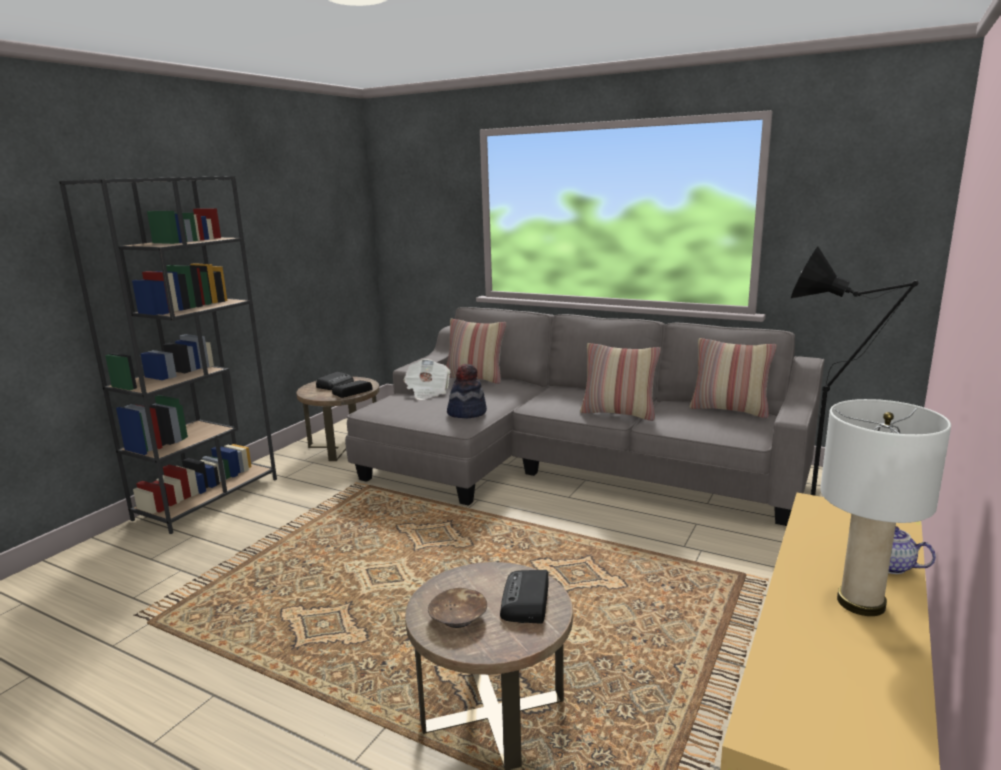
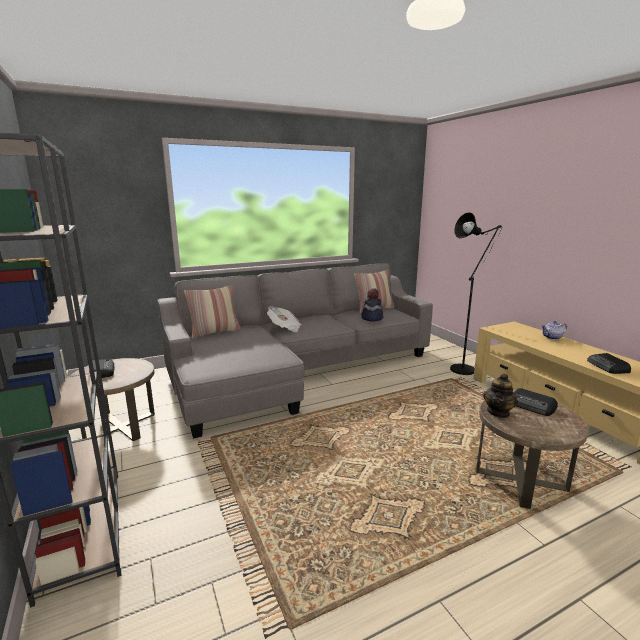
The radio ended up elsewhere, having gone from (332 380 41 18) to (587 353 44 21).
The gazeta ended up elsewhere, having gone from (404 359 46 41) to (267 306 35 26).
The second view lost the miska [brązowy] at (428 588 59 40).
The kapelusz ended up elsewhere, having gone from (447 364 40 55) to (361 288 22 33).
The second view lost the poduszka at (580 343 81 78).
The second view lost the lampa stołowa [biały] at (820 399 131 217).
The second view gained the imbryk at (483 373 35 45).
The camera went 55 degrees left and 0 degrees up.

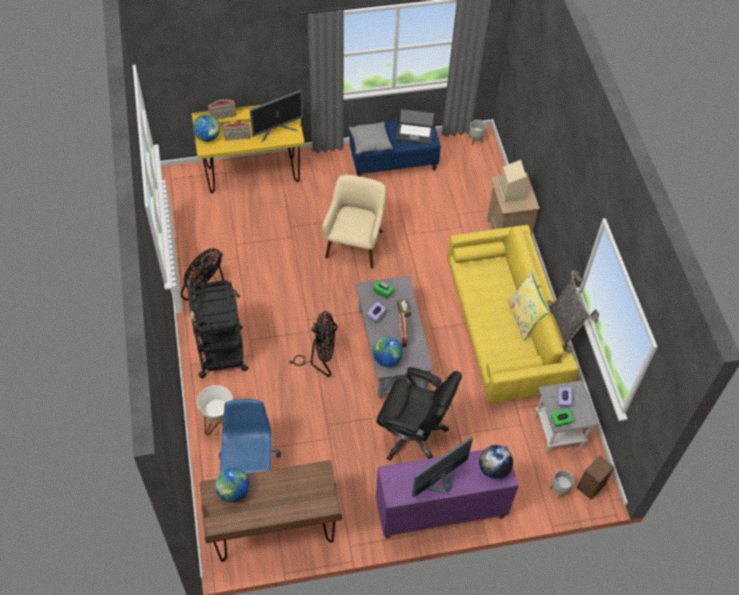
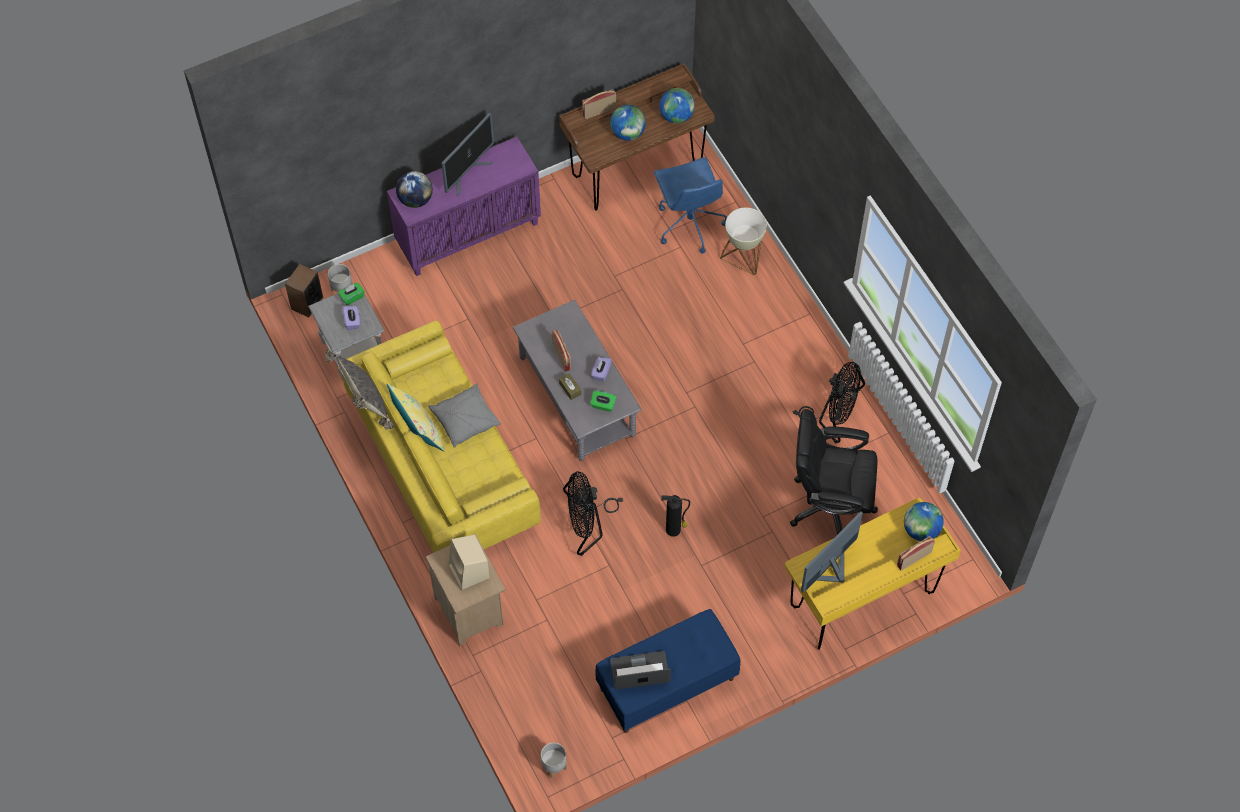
The second view lost the wózek [czarny] at (187 280 61 98).
The radio ended up elsewhere, having gone from (223 121 28 20) to (582 89 35 30).
The wentylator [czarny] ended up elsewhere, having gone from (288 311 49 66) to (563 471 61 85).
Where the fotel [beżowy] stood at (322 175 64 93), the gaśnica came to stand at (661 495 29 42).
The poduszka [szary] ended up elsewhere, having gone from (349 122 44 32) to (428 384 73 64).
The globus ended up elsewhere, having gone from (373 337 30 30) to (610 105 36 36).
The krzesło biurowe [czarny] ended up elsewhere, having gone from (377 367 85 93) to (790 409 88 126).
The camera went 165 degrees right and 5 degrees up.

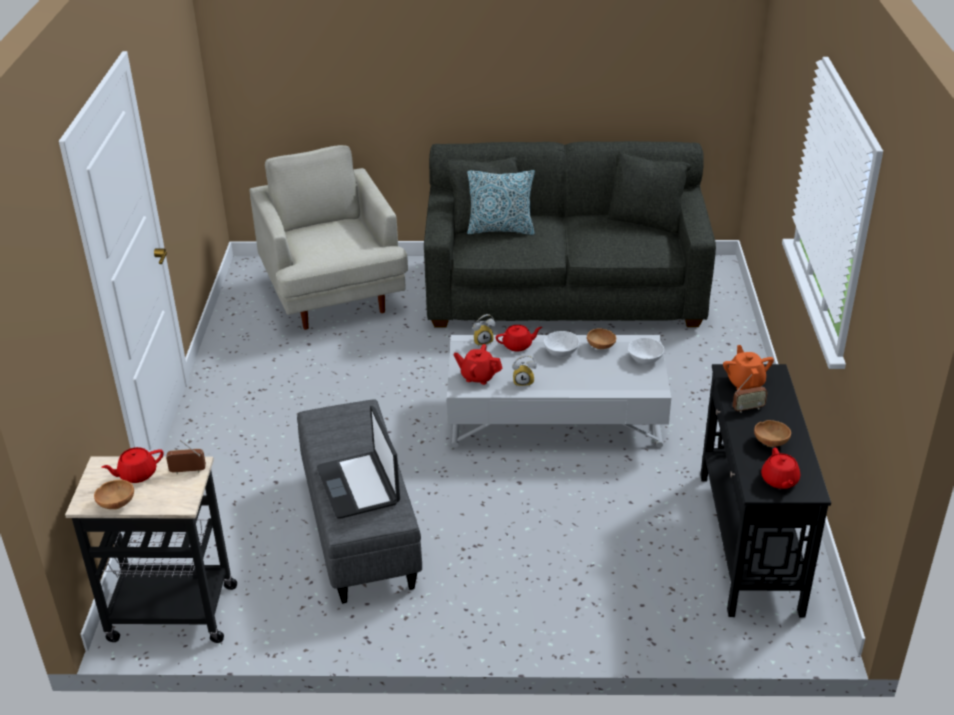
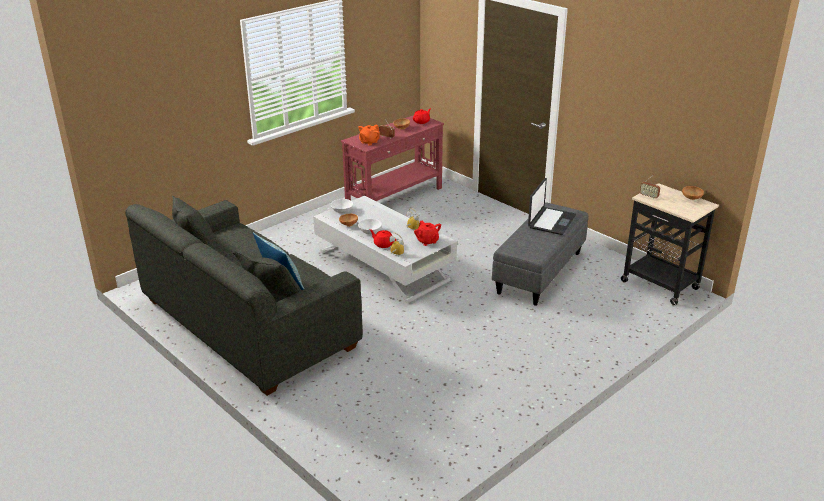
The second view lost the imbryk [czerwony] at (101 447 63 36).
The second view lost the fotel [beżowy] at (249 145 159 185).
What was the stolik konsolowy [czarny] at (700 364 131 253) turned into the stolik konsolowy [czerwony] at (341 115 103 86).
The camera went 135 degrees left and 5 degrees down.

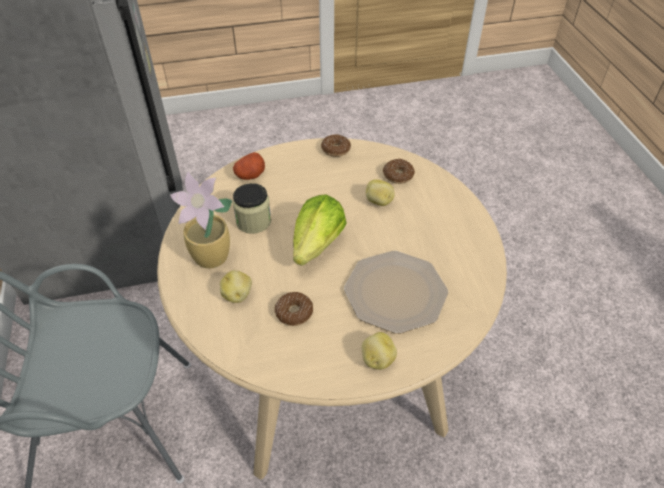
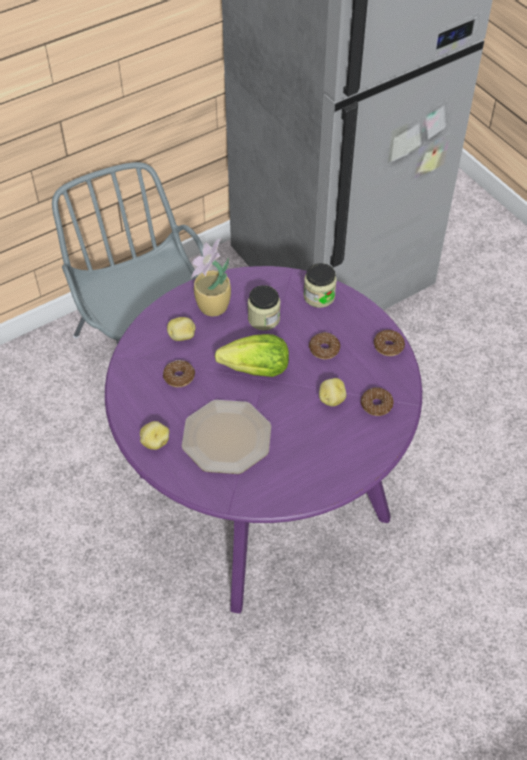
What was the stół jadalny [beżowy] at (157 138 350 342) turned into the stół jadalny [fioletowy] at (105 266 317 347).
Where the ziemniak stood at (233 152 32 28), the słoik came to stand at (304 263 33 45).
The second view gained the donut at (309 332 31 27).
The camera went 70 degrees right and 5 degrees up.

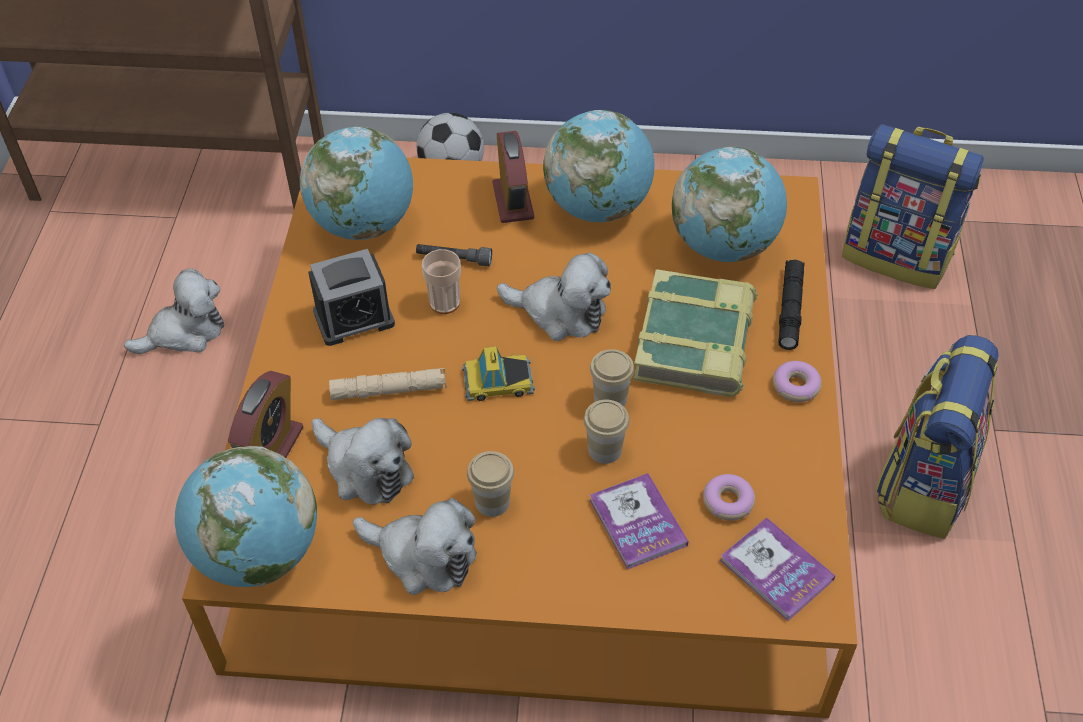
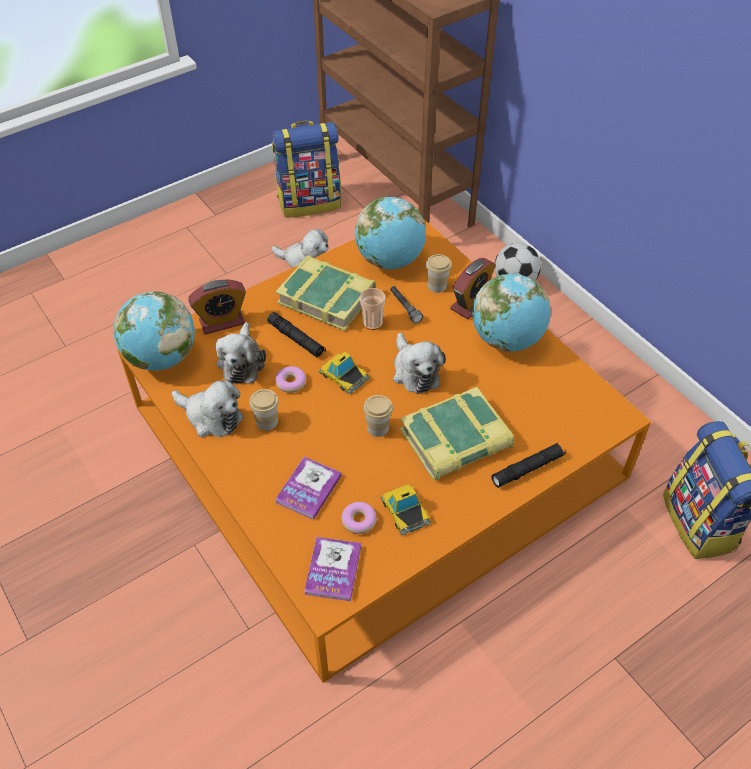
Where the budzik stood at (308 249 87 97), the książka came to stand at (276 255 100 76).
What was the latarka [beżowy] at (329 368 118 32) turned into the latarka [czarny] at (267 312 59 46).
The pluszak at (353 498 124 97) ended up facing another way, 45 degrees counterclockwise from before.
The filiżanka ended up elsewhere, having gone from (584 400 45 64) to (426 254 26 39).
The second view lost the globus at (672 147 115 115).
The donut ended up elsewhere, having gone from (773 361 49 41) to (275 366 31 27).
The plecak ended up elsewhere, having gone from (875 335 124 204) to (272 121 69 97).
The second view gained the samochodzik at (380 484 51 51).
The camera went 50 degrees right and 0 degrees up.

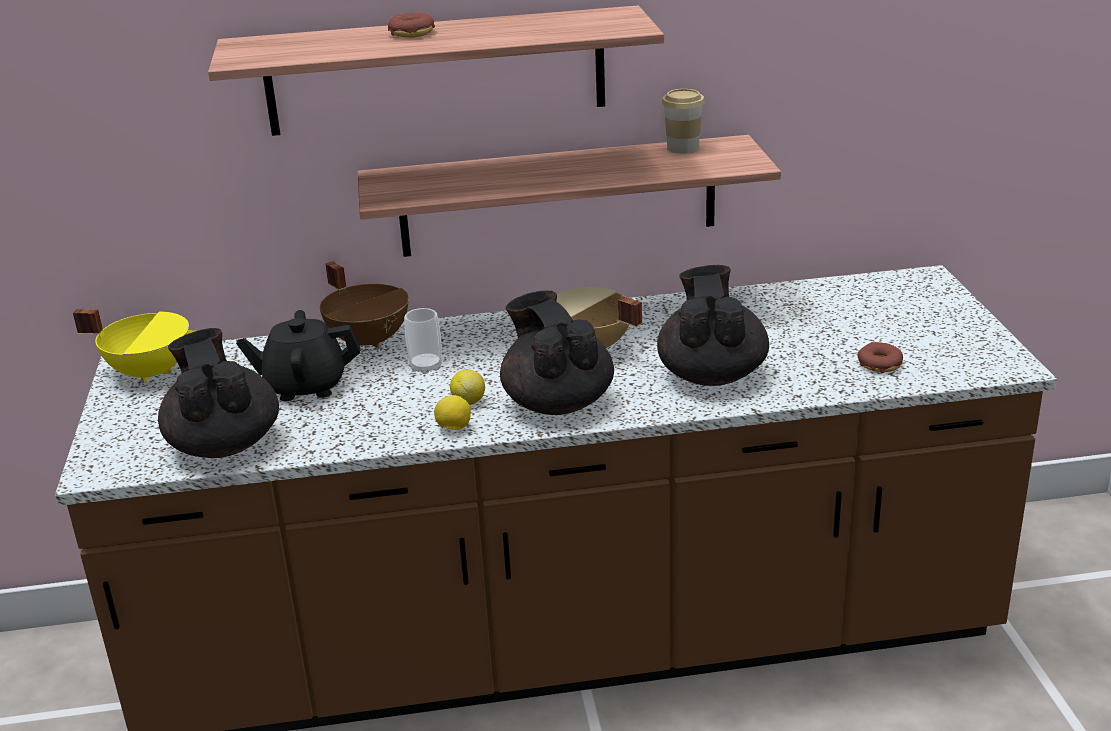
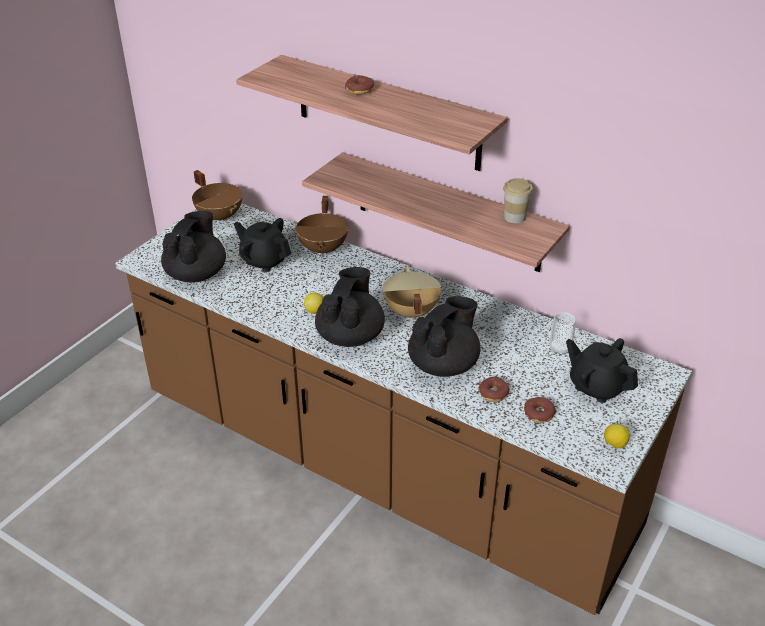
What was the garnek [żółty] at (73 309 122 74) turned into the garnek [brązowy] at (192 170 51 52).
The filiżanka ended up elsewhere, having gone from (404 308 38 66) to (550 312 26 42).
The cytryna ended up elsewhere, having gone from (434 395 37 35) to (604 424 26 25).
The second view gained the donut at (479 377 31 25).
The second view gained the imbryk [czarny] at (566 338 72 65).
The camera went 40 degrees right and 10 degrees up.

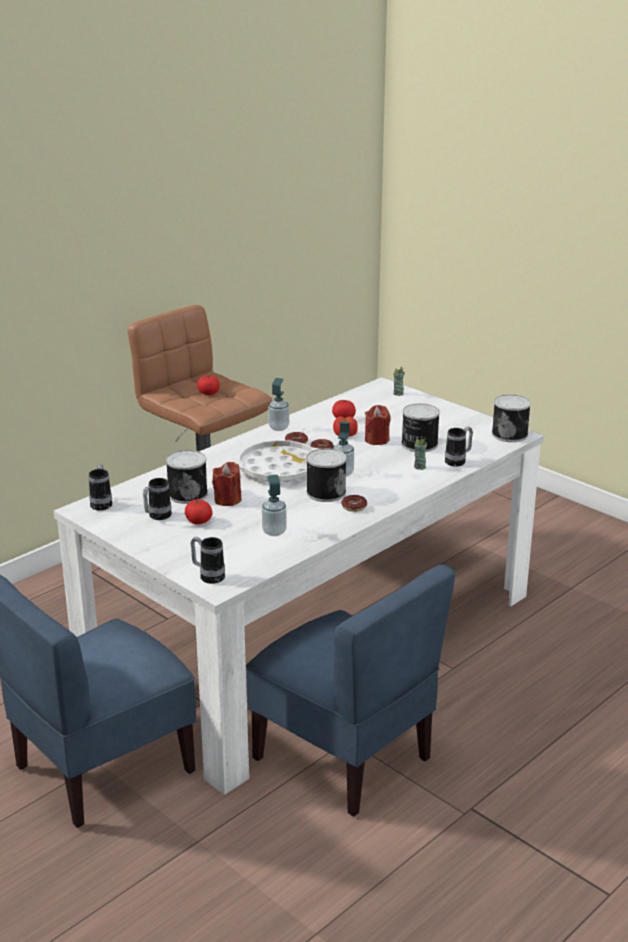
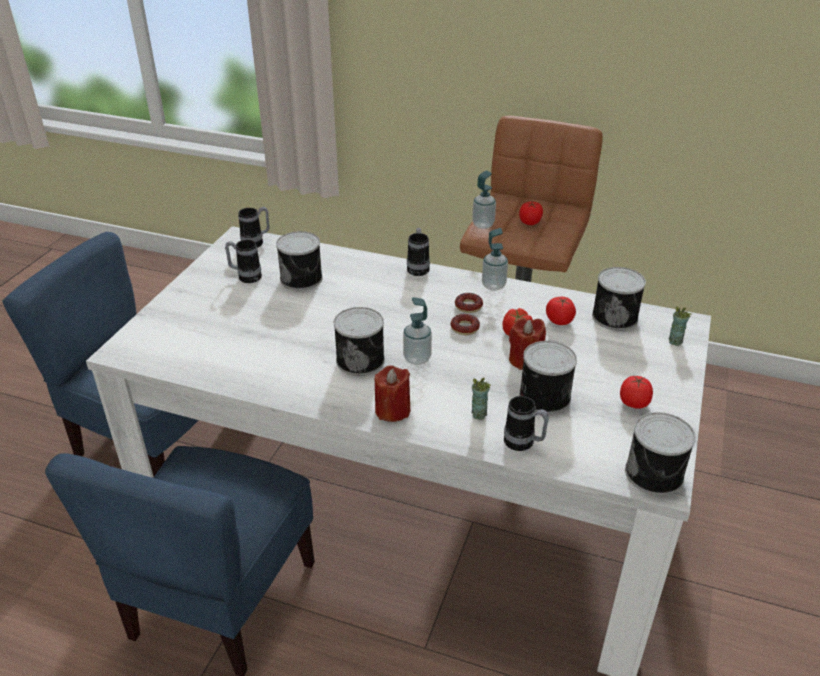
The pomidor ended up elsewhere, having gone from (185 499 27 25) to (620 376 33 33).
The kubek ended up elsewhere, having gone from (191 537 34 47) to (407 228 23 48).
The świeca [czerwony] ended up elsewhere, having gone from (212 462 30 44) to (375 366 36 56).
The second view lost the taca [biały] at (231 440 88 42).
The dozownik mydła ended up elsewhere, having gone from (262 475 25 61) to (472 170 24 59).
The second view lost the donut at (341 495 26 17).
The second view gained the puszka at (592 267 54 64).
The camera went 65 degrees right and 10 degrees up.

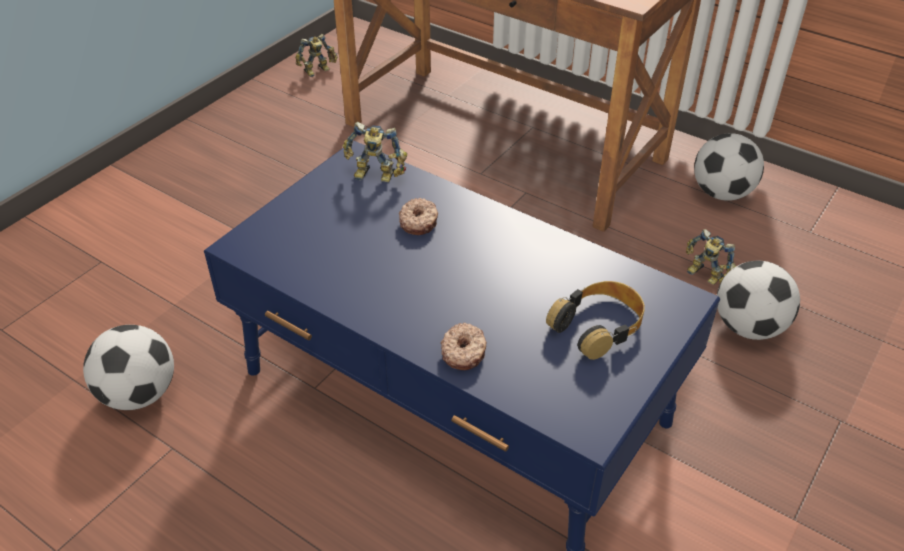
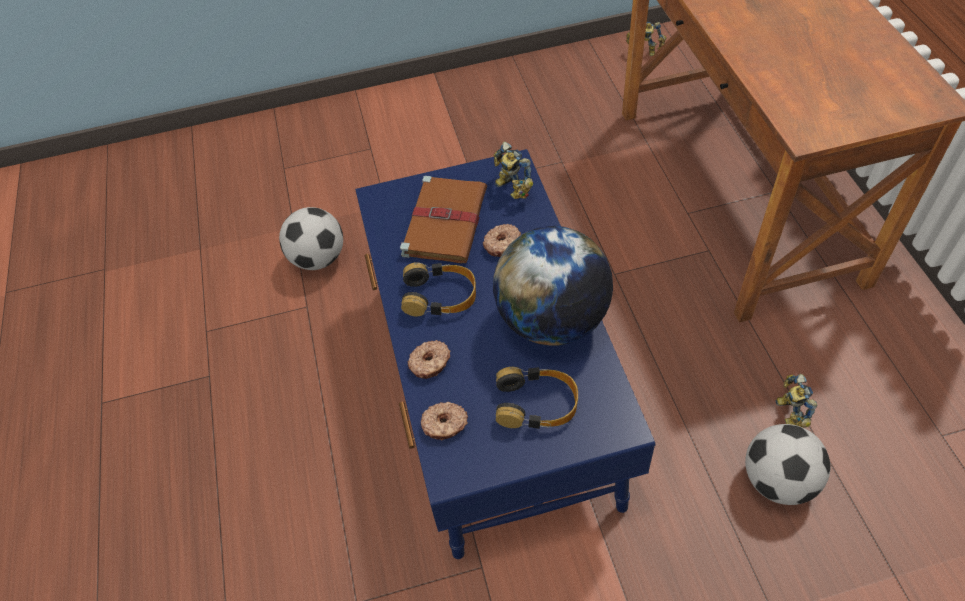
The second view lost the piłka futbolowa at (694 133 70 68).
The second view gained the książka [brązowy] at (400 176 87 87).
The second view gained the słuchawki at (401 262 75 55).
The second view gained the donut at (421 402 47 38).
The second view gained the globus at (493 226 120 120).
The camera went 45 degrees right and 10 degrees up.

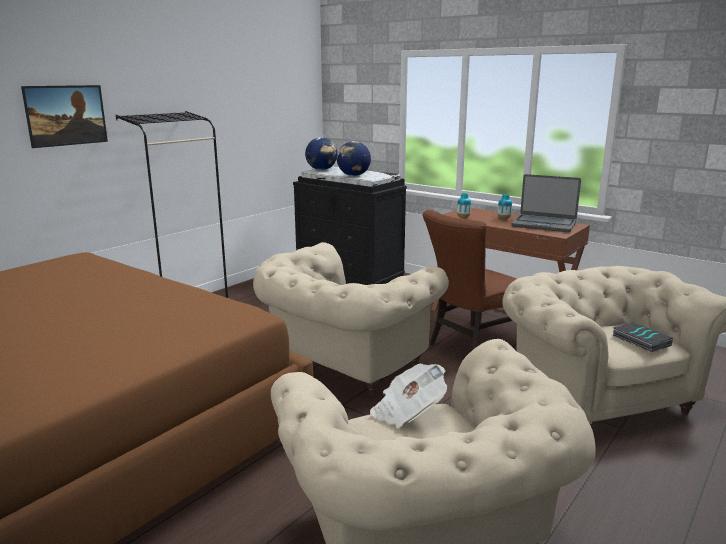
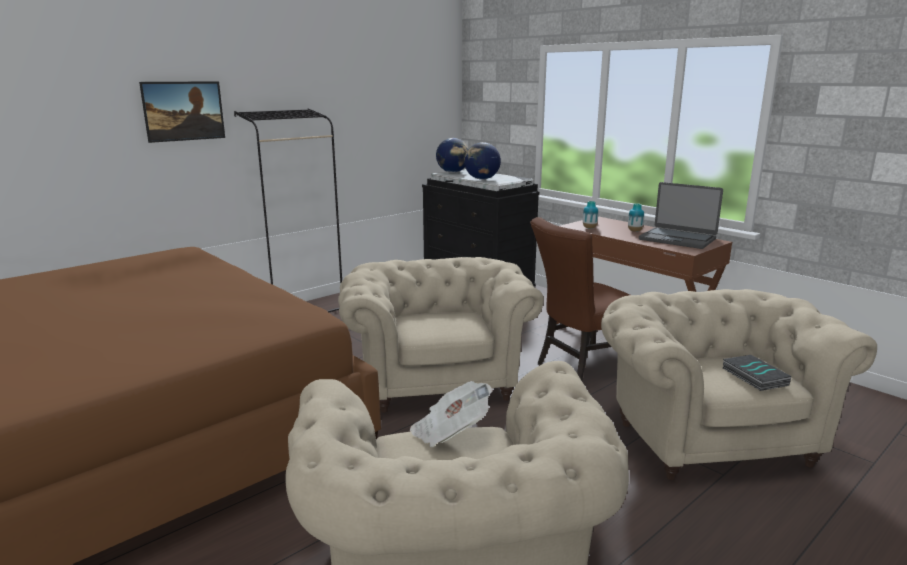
The fotel [beżowy] at (253 242 196 154) ended up facing another way, 120 degrees clockwise from before.
The camera went 10 degrees right and 0 degrees up.

